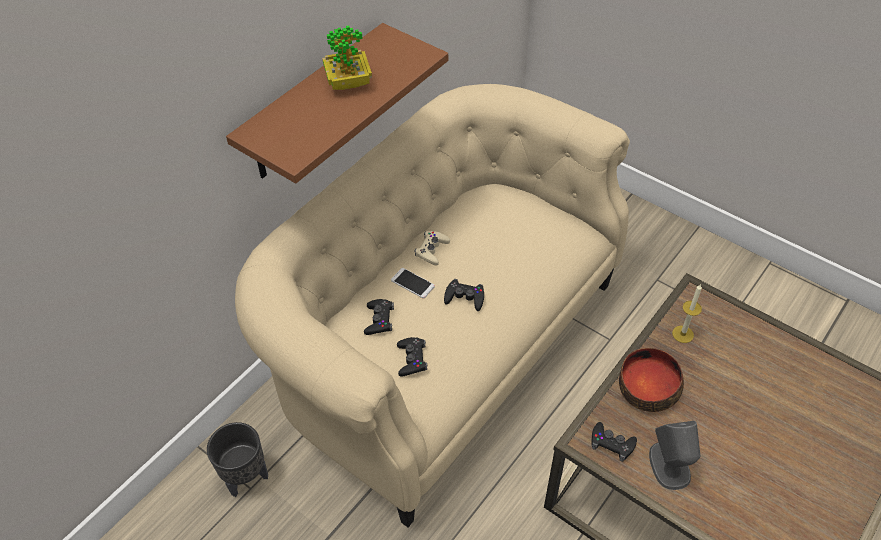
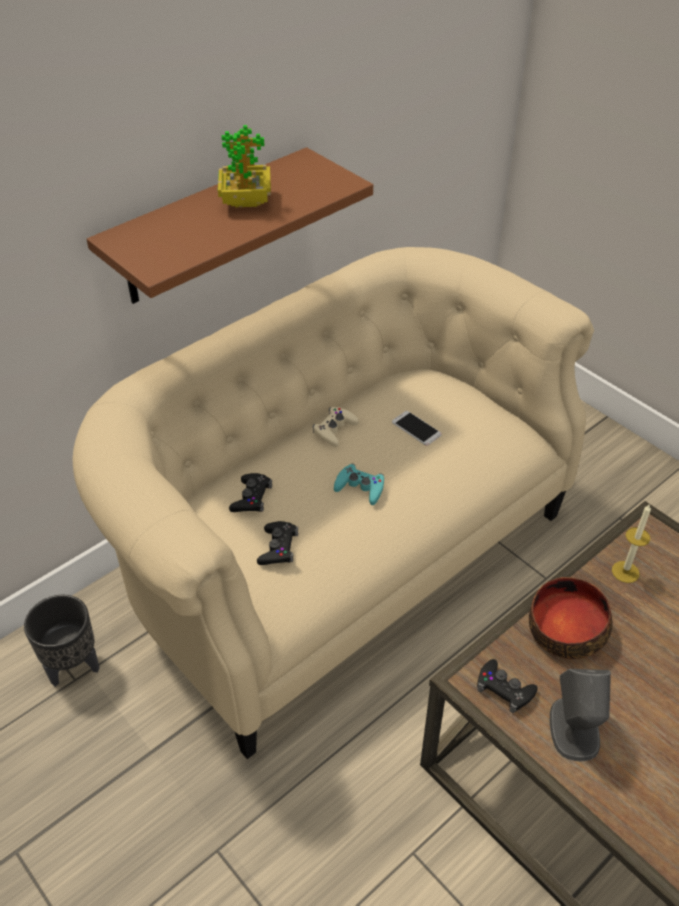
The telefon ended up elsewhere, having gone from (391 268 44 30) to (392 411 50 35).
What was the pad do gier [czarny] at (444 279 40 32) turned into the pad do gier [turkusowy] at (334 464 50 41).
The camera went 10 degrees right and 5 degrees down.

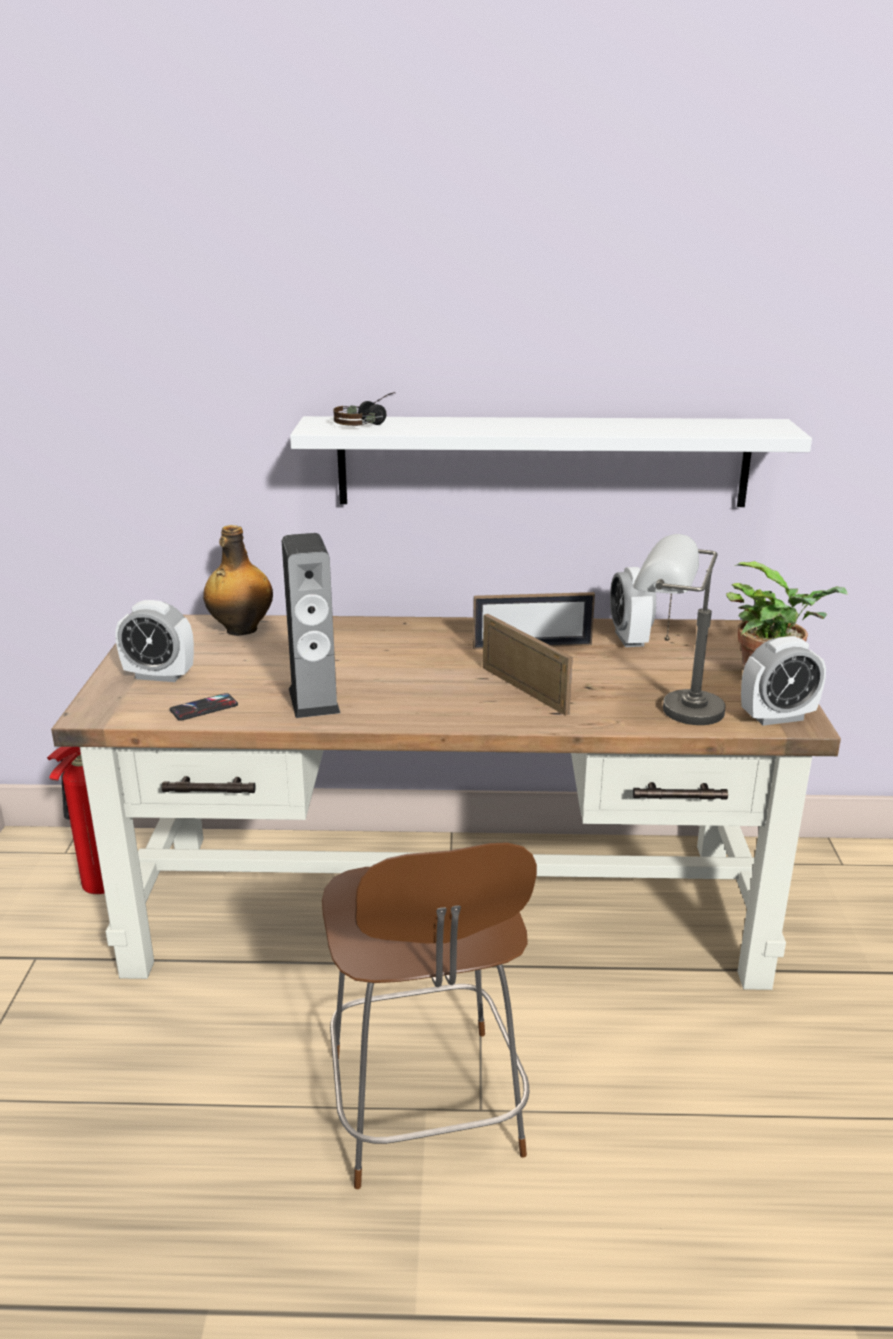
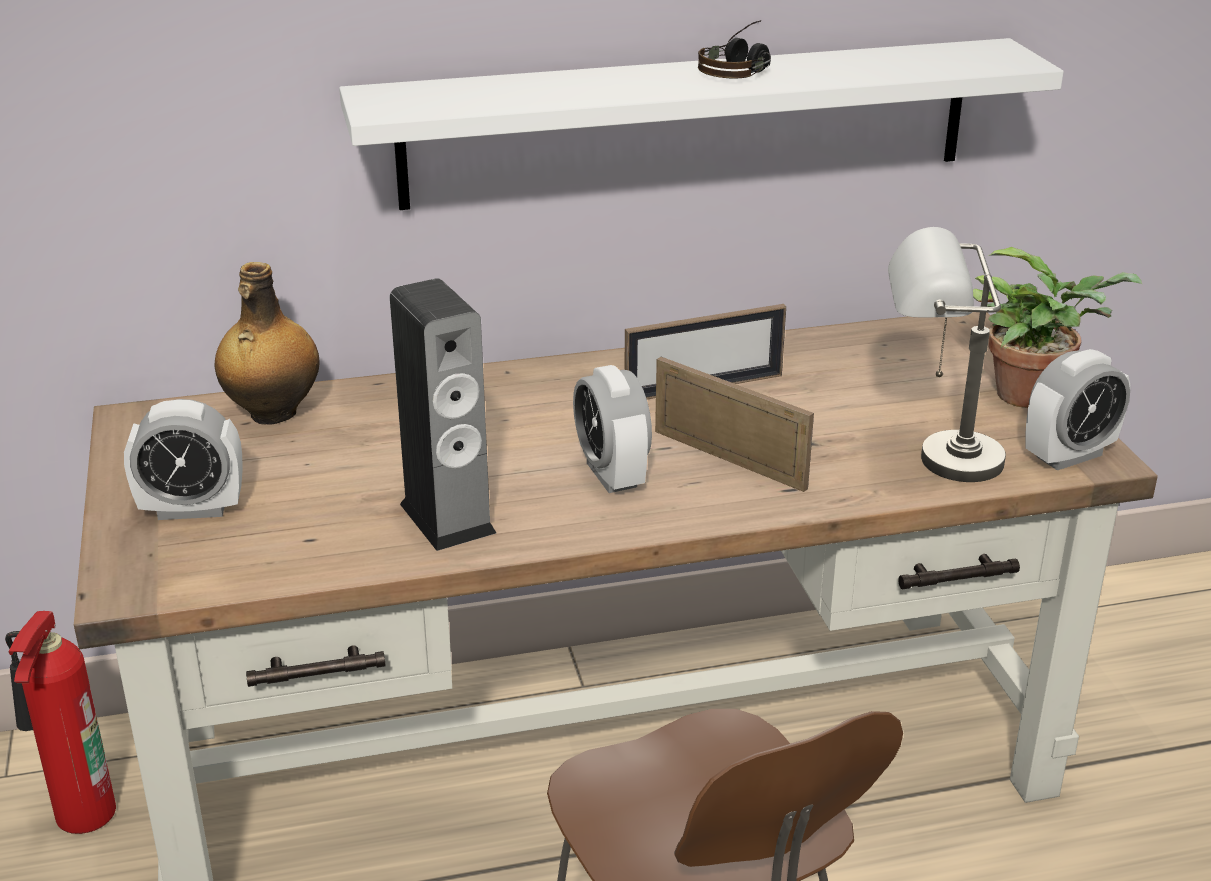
The second view lost the telefon at (170 693 68 28).
The słuchawki ended up elsewhere, having gone from (333 392 63 34) to (698 20 73 58).
The budzik ended up elsewhere, having gone from (610 567 46 80) to (573 365 79 128).
The camera went 15 degrees left and 5 degrees up.

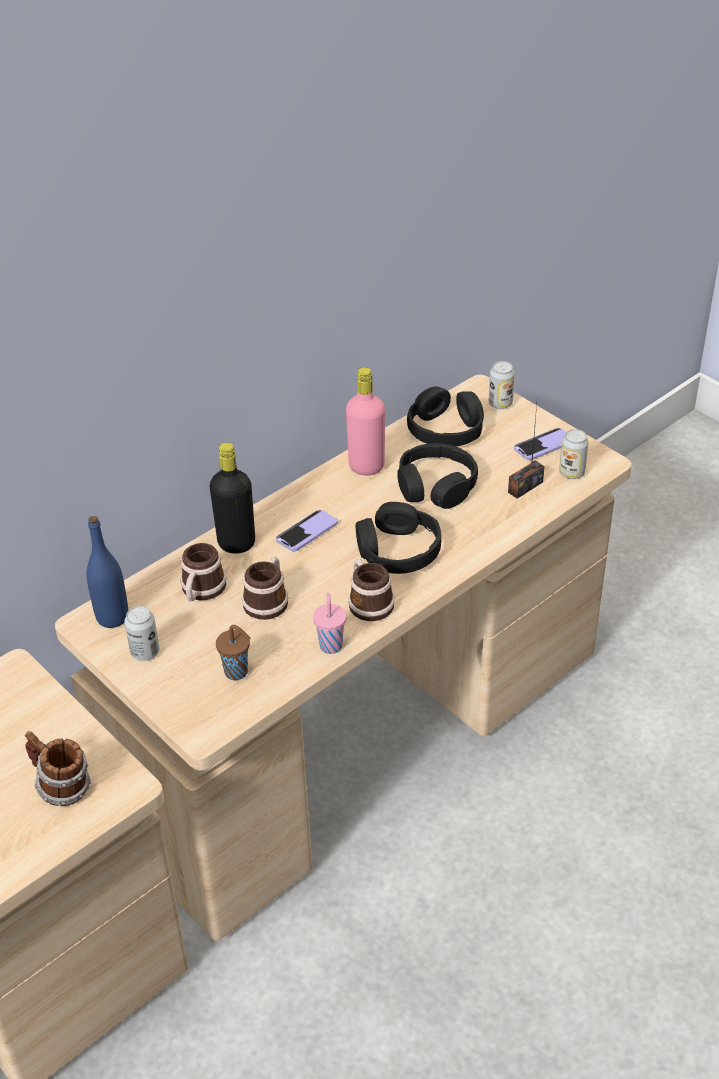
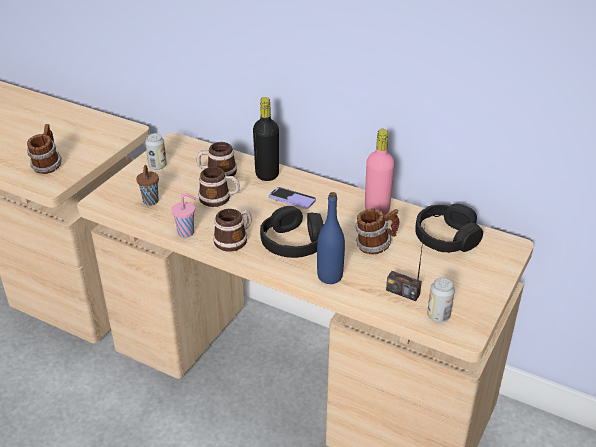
The butelka [niebieski] ended up elsewhere, having gone from (86 516 42 112) to (317 192 28 92).
Where the słuchawki [czarny] stood at (397 443 81 66), the kubek came to stand at (355 209 44 46).
The second view lost the puszka at (489 361 26 48).
The second view lost the telefon at (514 428 52 32).
The camera went 70 degrees right and 5 degrees down.

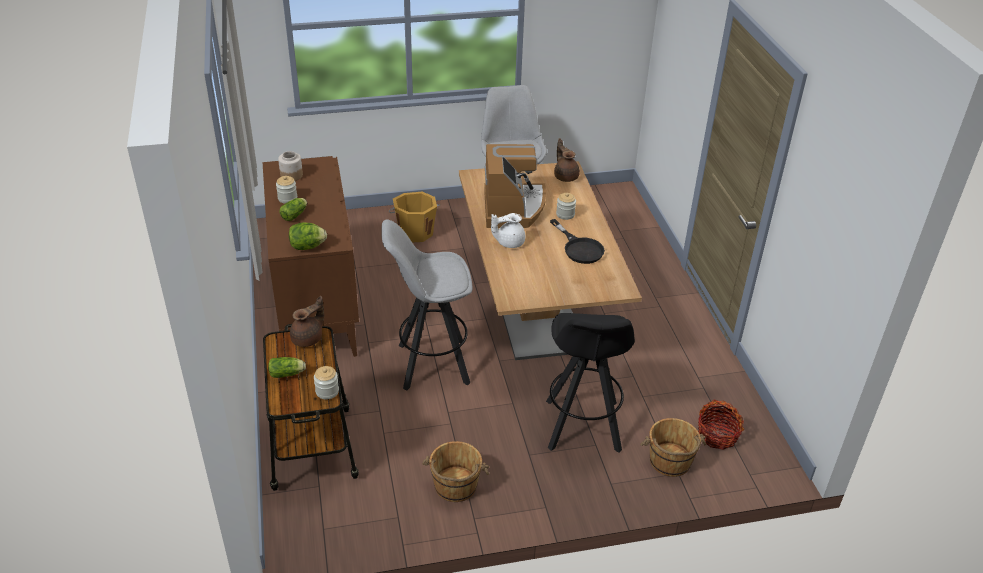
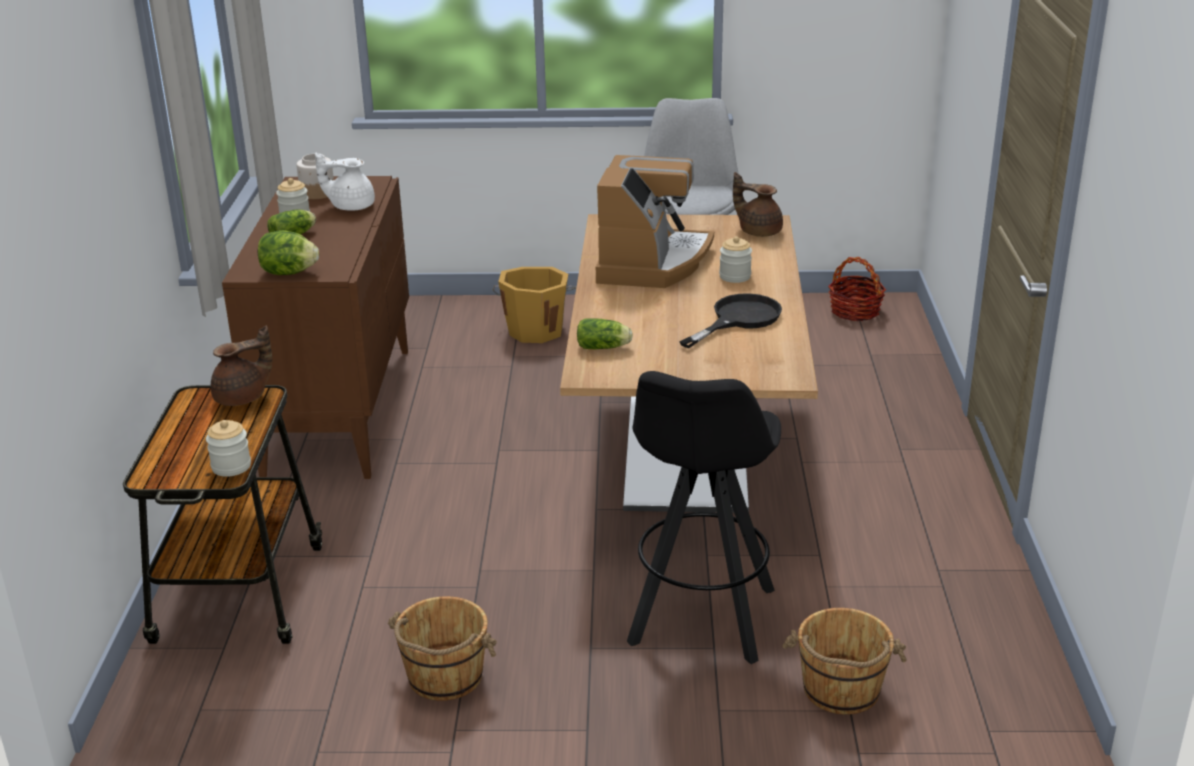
The sałata ended up elsewhere, having gone from (268 357 38 21) to (577 318 56 31).
The second view lost the stołek [szary] at (381 220 91 170).
The imbryk [biały] ended up elsewhere, having gone from (491 213 34 35) to (315 152 60 59).
The patelnia [czarny] at (550 219 55 45) ended up facing another way, 120 degrees counterclockwise from before.
The imbryk [brązowy] at (554 138 26 44) ended up facing another way, 45 degrees counterclockwise from before.
The koszyk ended up elsewhere, having gone from (698 400 46 50) to (828 257 58 64).
The camera went 15 degrees right and 10 degrees down.

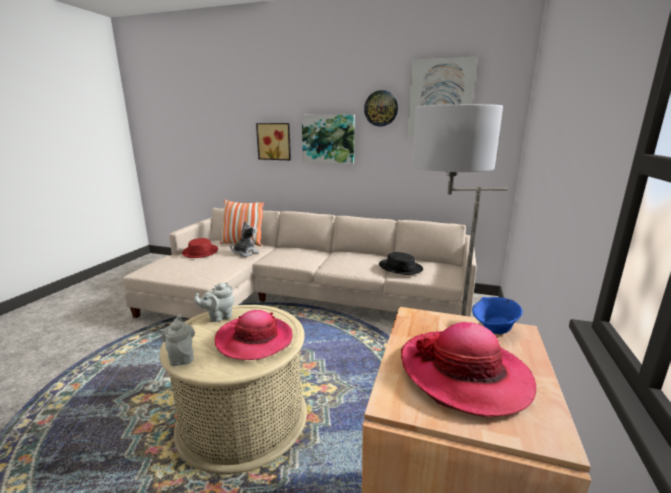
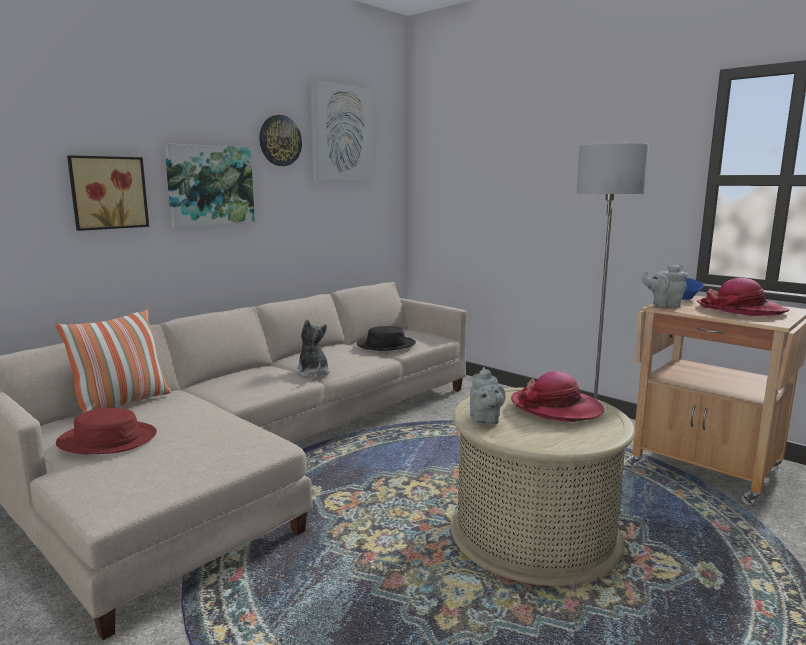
The imbryk [szary] ended up elsewhere, having gone from (161 314 34 52) to (642 265 45 43).
The pluszak ended up elsewhere, having gone from (230 221 29 36) to (296 319 34 58).
The camera went 65 degrees left and 5 degrees down.

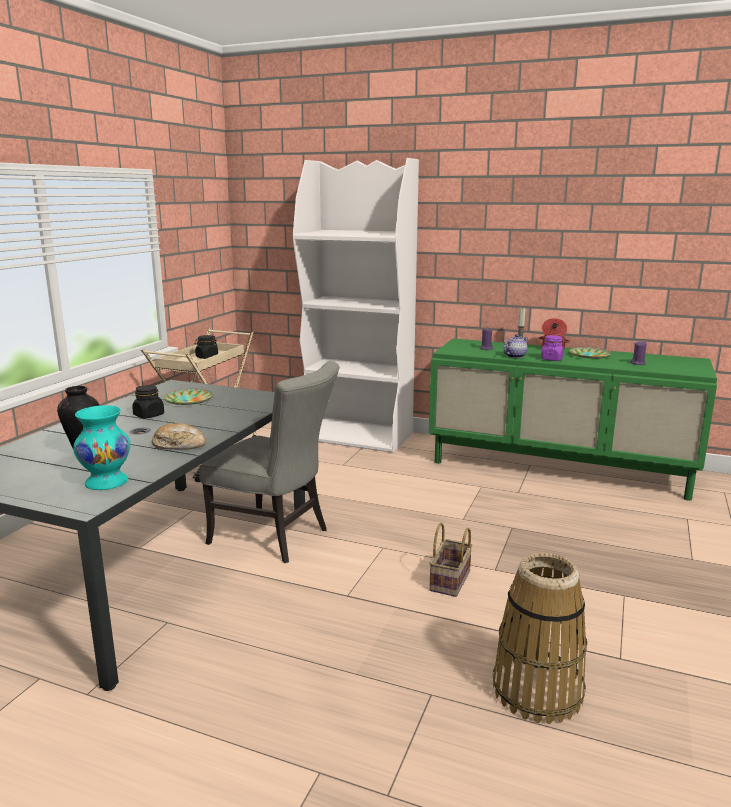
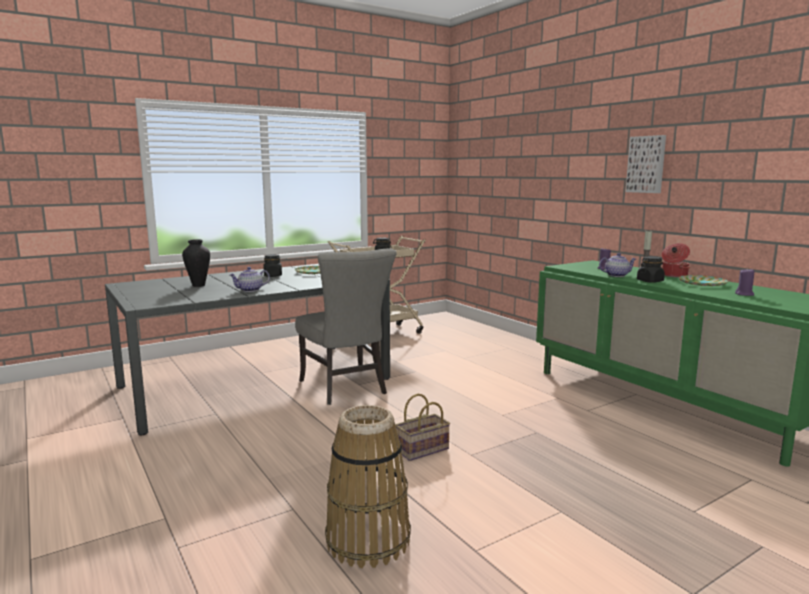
The second view lost the wazon [turkusowy] at (73 405 57 85).
Where the chleb stood at (152 423 53 27), the imbryk came to stand at (230 267 40 25).
The second view lost the regał [biały] at (293 158 126 295).
What was the słoik [fioletowy] at (541 335 23 26) turned into the słoik [czarny] at (637 256 28 27).
The second view gained the obraz at (626 135 40 58).
The camera went 35 degrees right and 5 degrees down.

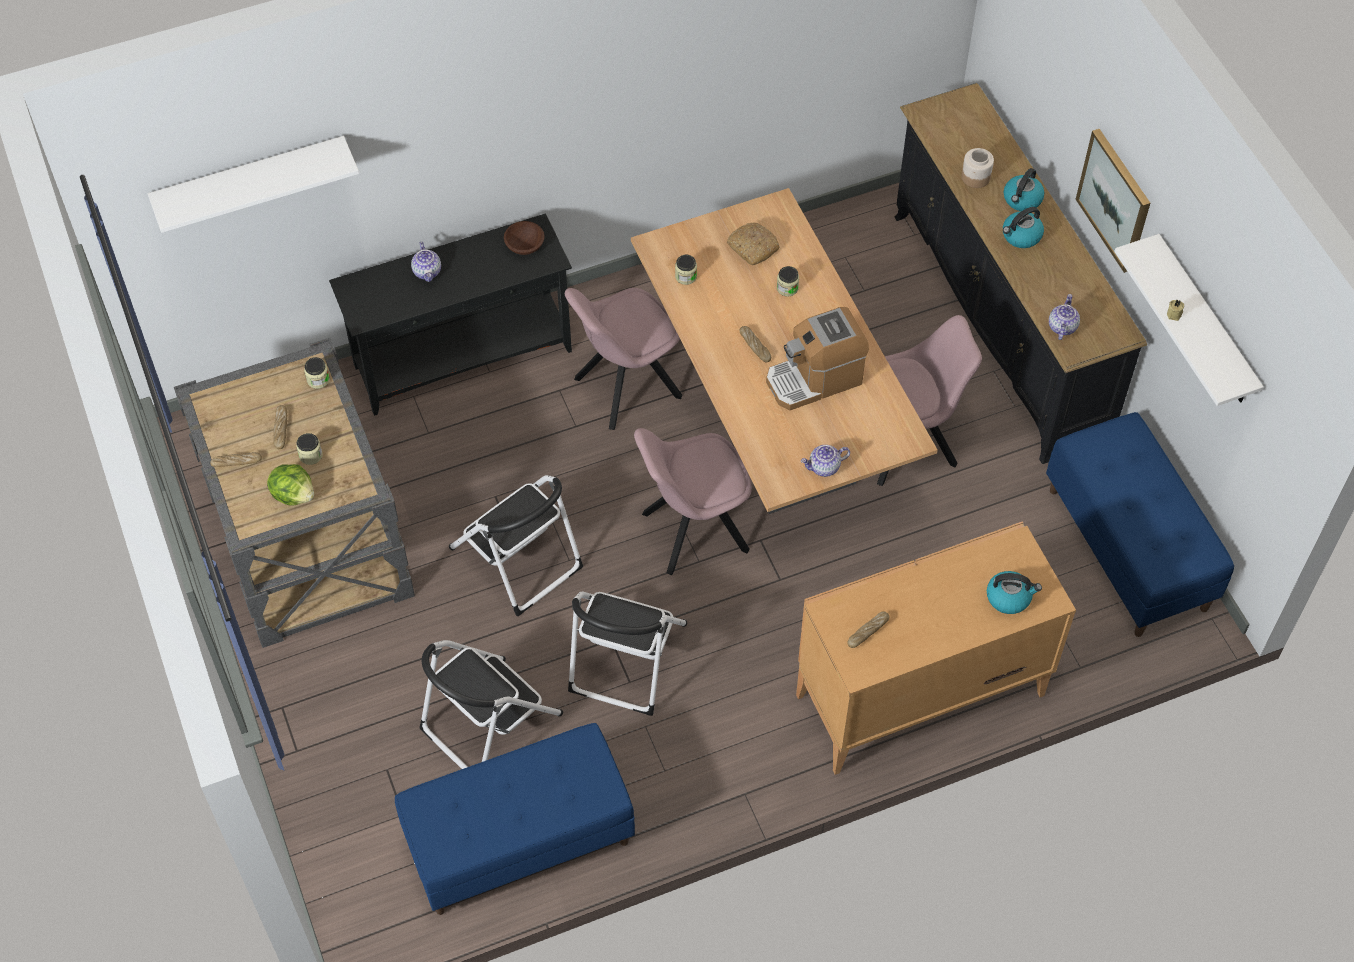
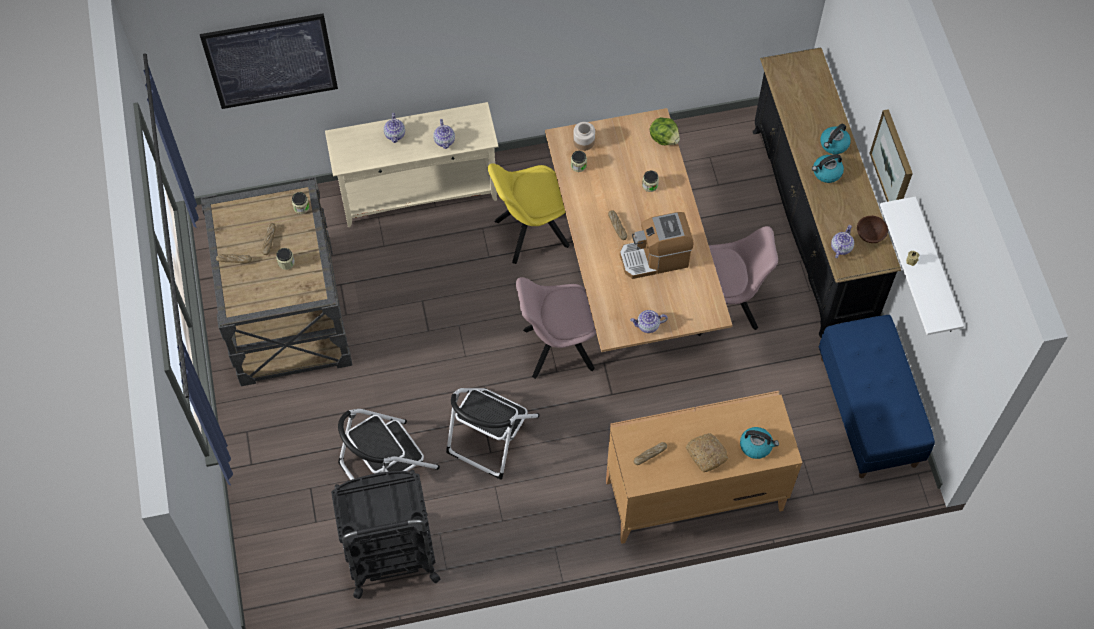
Where the półka [biały] hung at (148 136 211 97), the obraz came to hang at (200 13 138 96).
The sałata ended up elsewhere, having gone from (267 464 47 42) to (649 117 31 28).
What was the stolik konsolowy [czarny] at (329 213 243 203) turned into the stolik konsolowy [beżowy] at (325 102 174 125).
Where the ławka [niebieski] stood at (395 723 240 192), the wózek [czarny] came to stand at (331 470 109 129).
The second view lost the drabinka at (449 475 134 141).
The miska [brązowy] ended up elsewhere, having gone from (504 221 40 34) to (857 216 31 27).
What was the krzesło [różowy] at (565 288 117 142) turned into the krzesło [żółty] at (488 163 82 101).
The chleb ended up elsewhere, having gone from (727 222 53 43) to (686 433 42 39).
The słoik ended up elsewhere, having gone from (962 148 32 40) to (573 122 22 29).
The second view gained the imbryk at (433 119 22 30).
The camera went 10 degrees right and 5 degrees up.

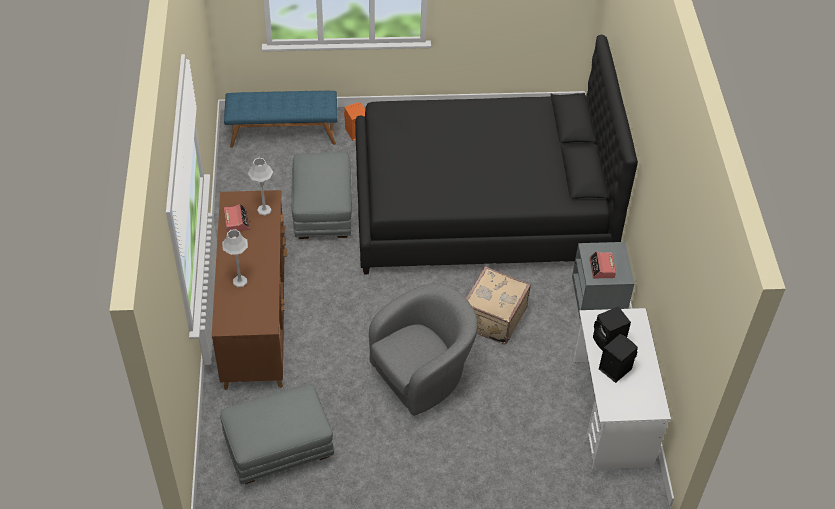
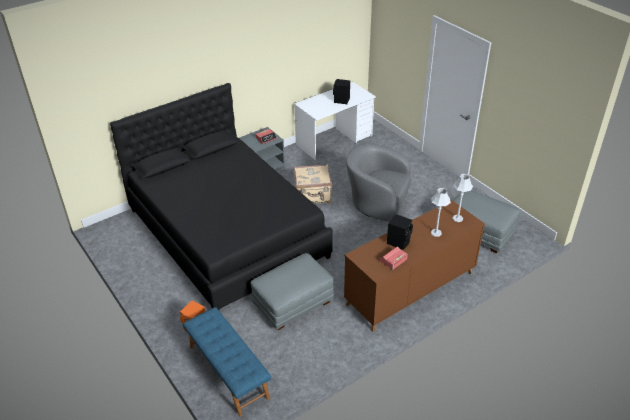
The lampa stołowa [szary] ended up elsewhere, having gone from (248 158 25 57) to (452 174 21 48).
The głośnik [czarny] ended up elsewhere, having gone from (593 306 38 45) to (387 214 26 36).
The camera went 120 degrees left and 10 degrees down.

